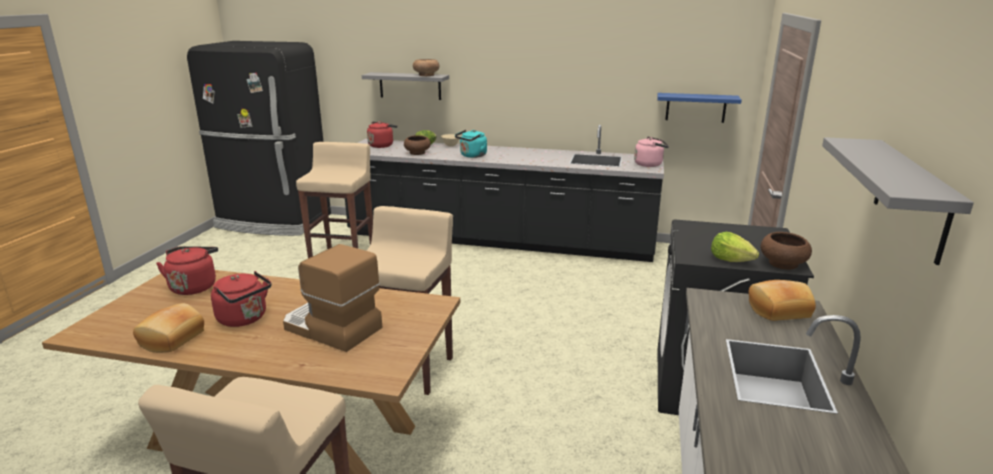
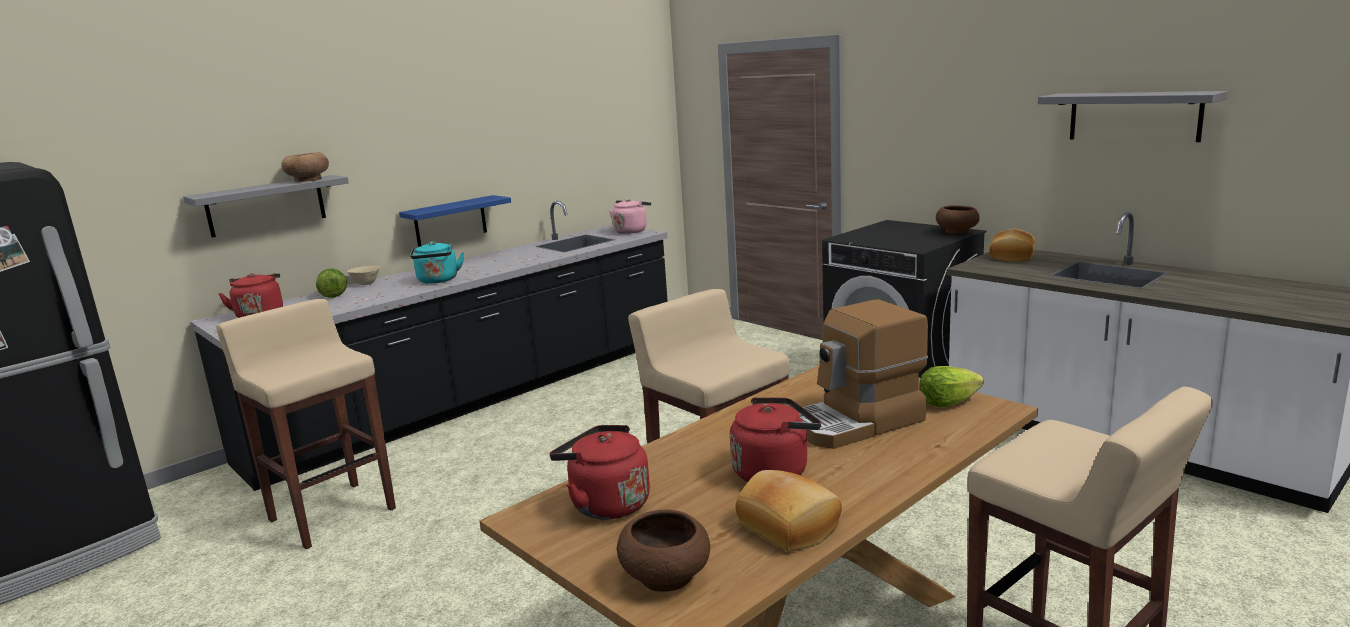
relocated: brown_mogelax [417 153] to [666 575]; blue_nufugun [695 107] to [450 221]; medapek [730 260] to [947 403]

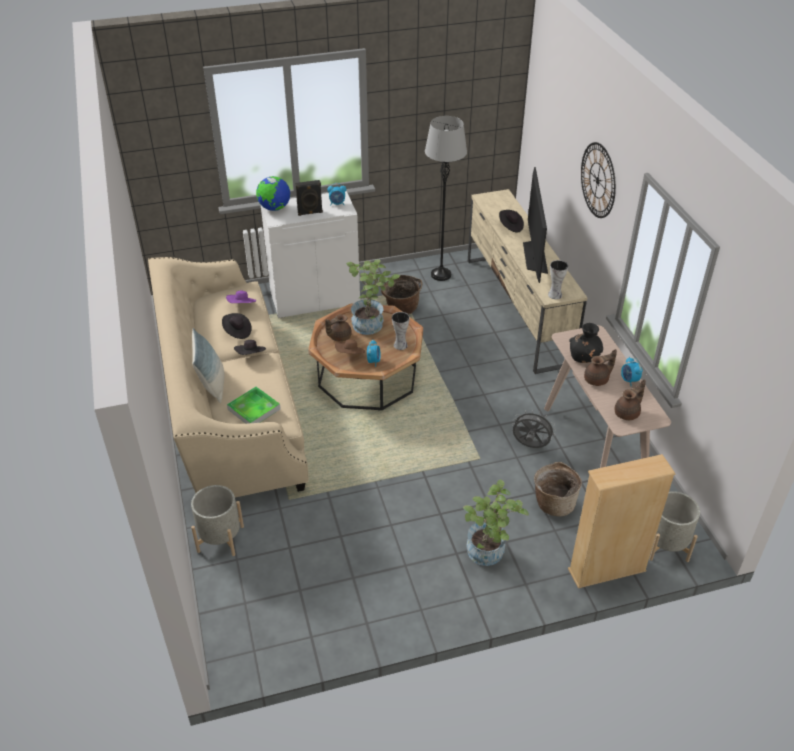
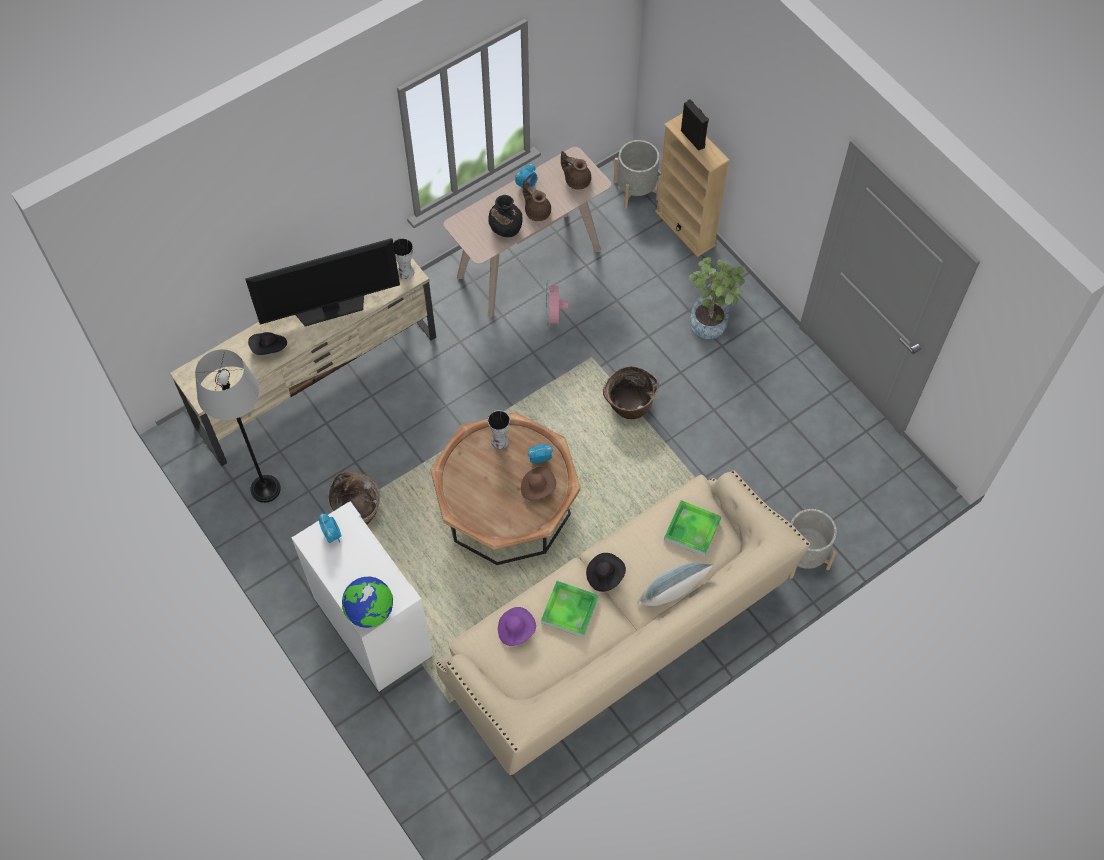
missing: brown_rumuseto [339 337]; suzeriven [372 323]; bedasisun [598 180]
relocated: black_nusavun [310 213] to [693 138]; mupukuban [553 503] to [628 406]
exchanged: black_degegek [237 332] to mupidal [570 610]
colour: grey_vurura [530 446] to pink_vurura [554 317]

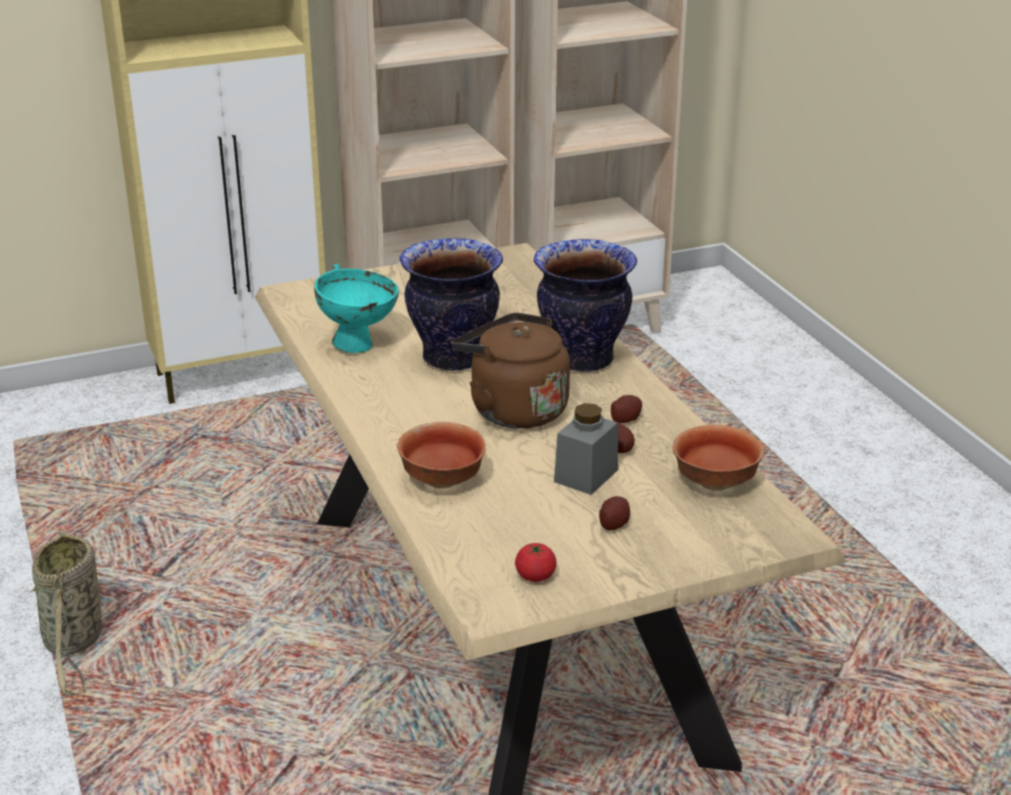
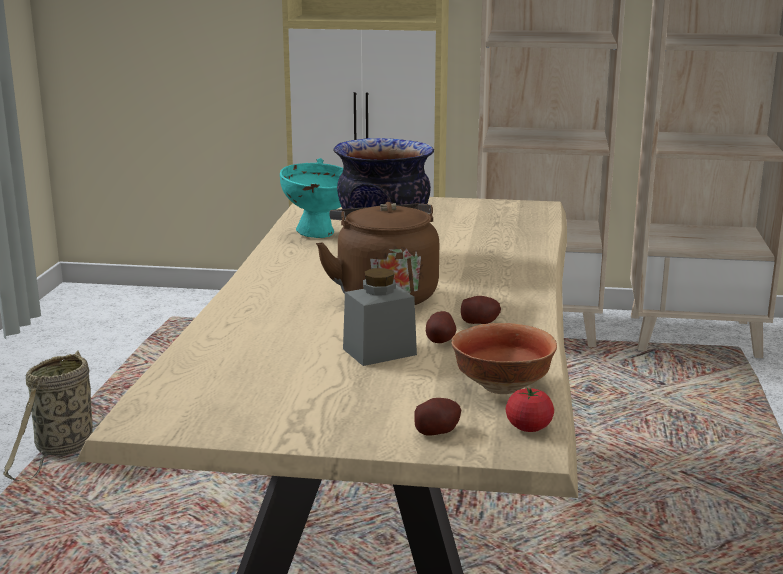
missing: mogelax [443 479]; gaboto [583 359]
relocated: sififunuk [535 576] to [528 427]; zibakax [614 523] to [437 430]

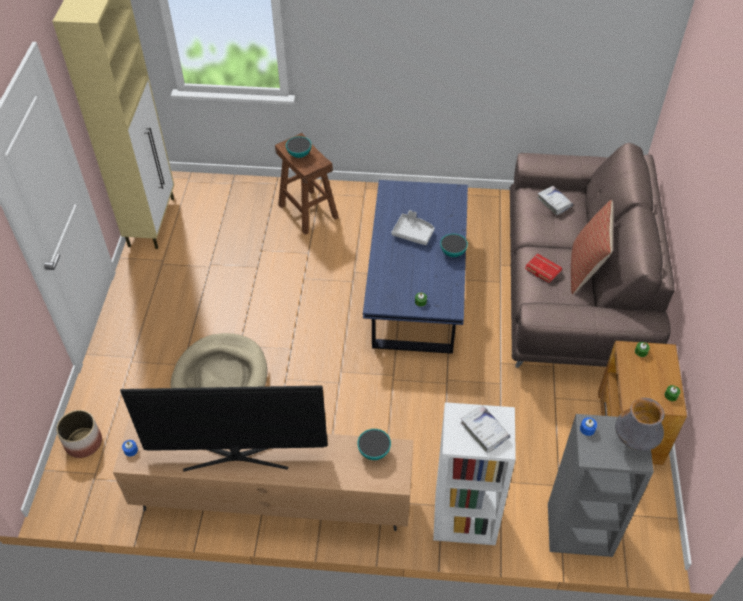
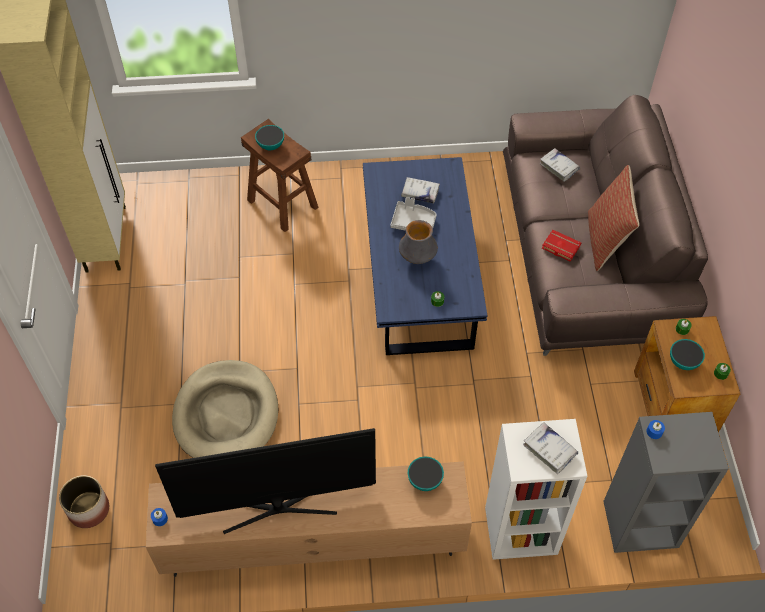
appeared: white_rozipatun [420 193]
relocated: mogelax [453 252] to [683 362]; gaboto [634 441] to [417 258]

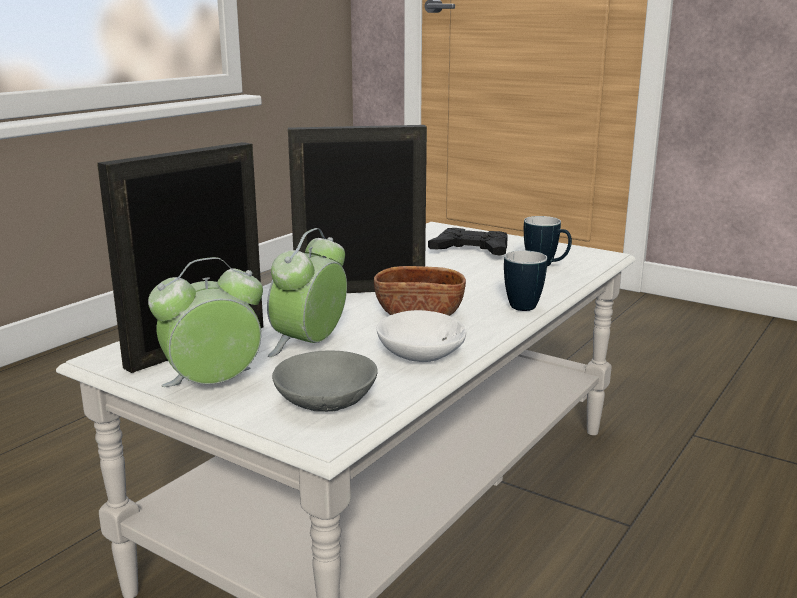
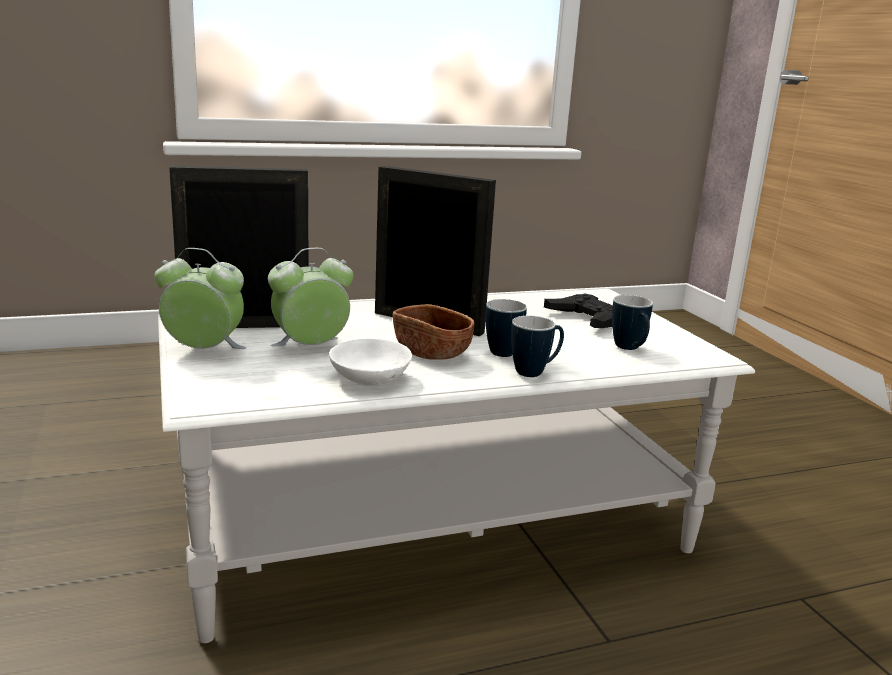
missing: grey_mogelax [326 399]
appeared: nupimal [501 350]

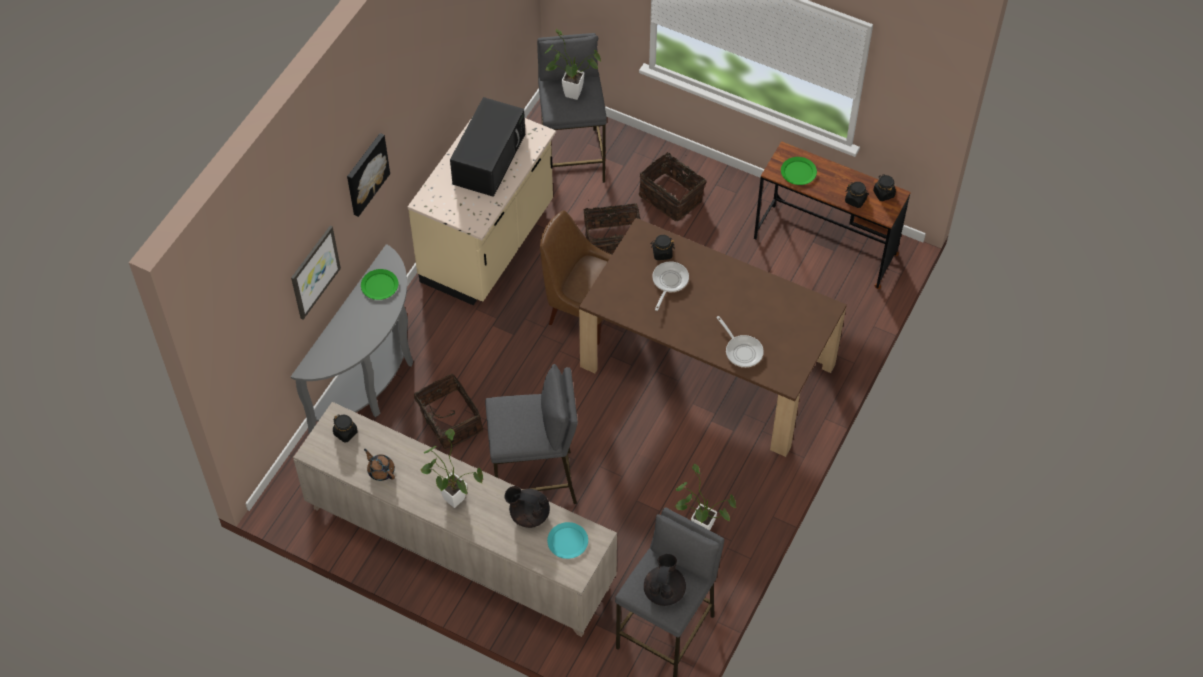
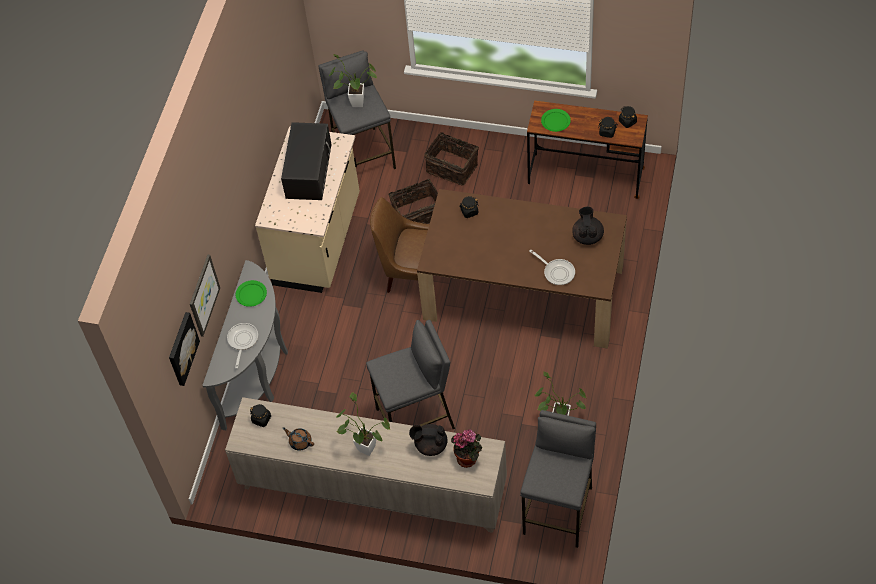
missing: mupukuban [449 422]
relocated: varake [366 173] to [181 348]; black_rumuseto [664 591] to [587 236]; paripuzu [669 282] to [242 341]
exchanged: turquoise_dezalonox [568 541] to suzeriven [468 458]

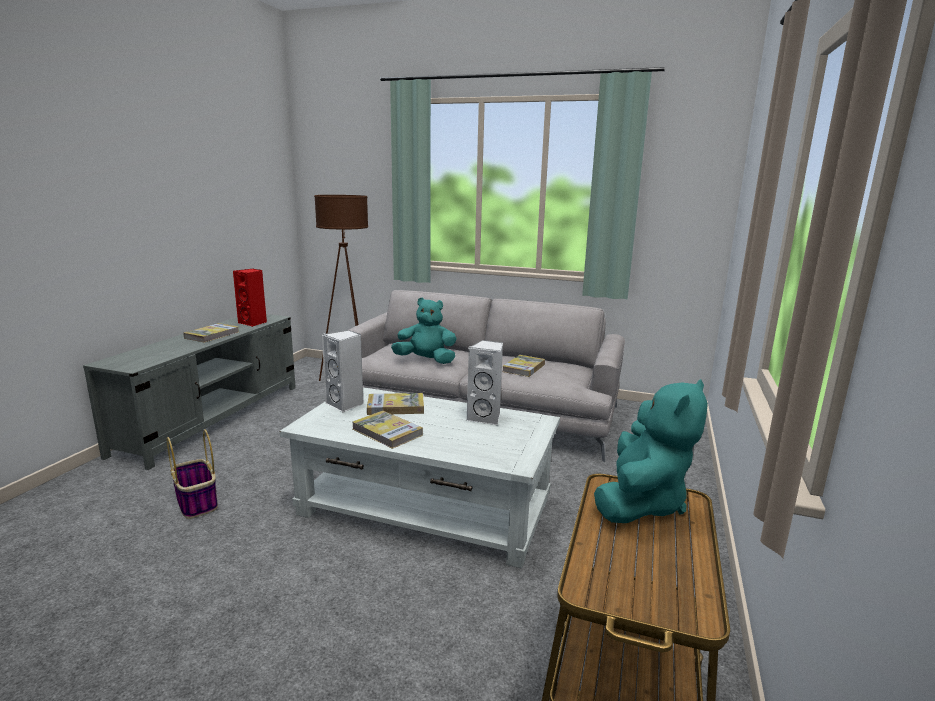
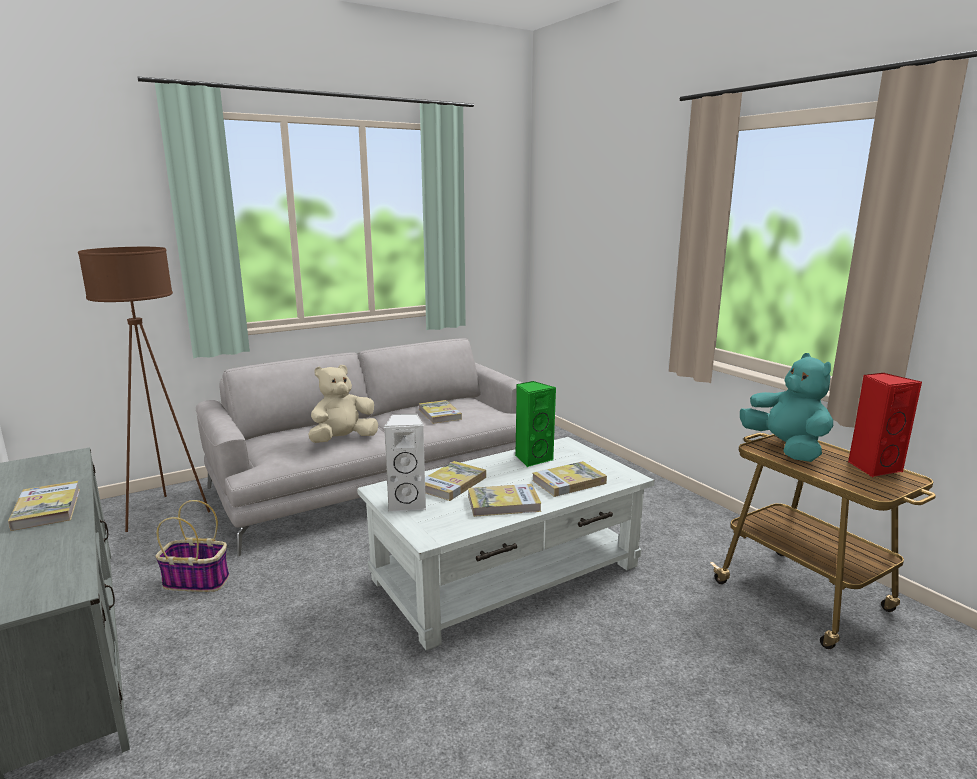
appeared: rozipatun [569 482]
relocated: mupukuban [197 502] to [198 581]; red_nusavun [253 323] to [873 467]
colour: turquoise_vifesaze [426 360] to beige_vifesaze [343 440]; white_nusavun [486 417] to green_nusavun [532 459]

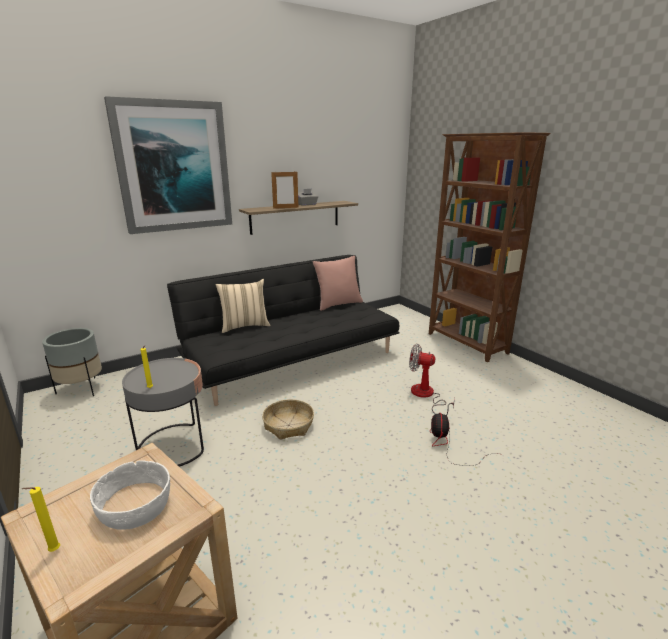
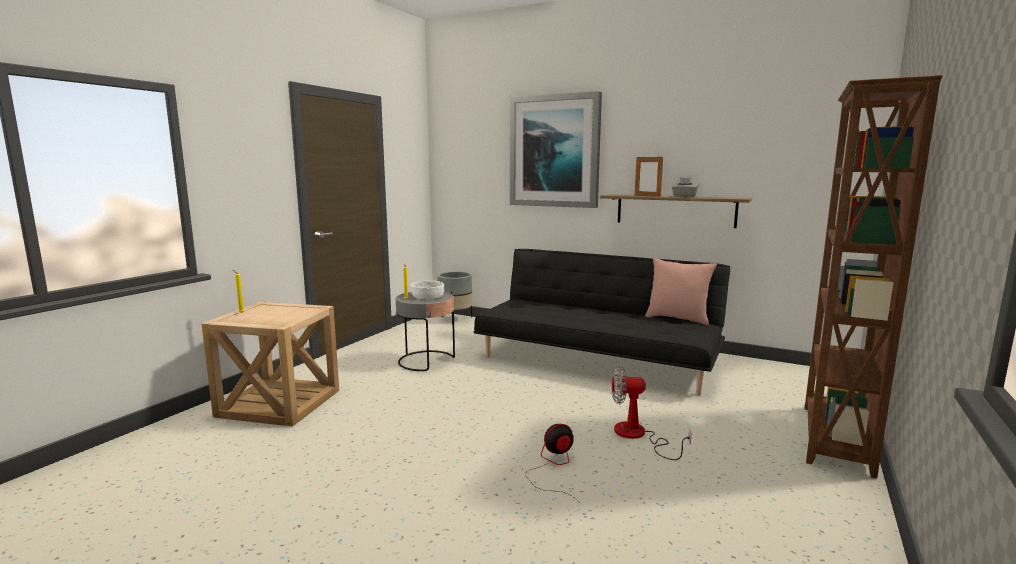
missing: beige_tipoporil [245 326]; mupukuban [288 425]
relocated: white_mogelax [136 506] to [427 296]
spun: vurura [426 396] = [638 436] 75 degrees counterclockwise

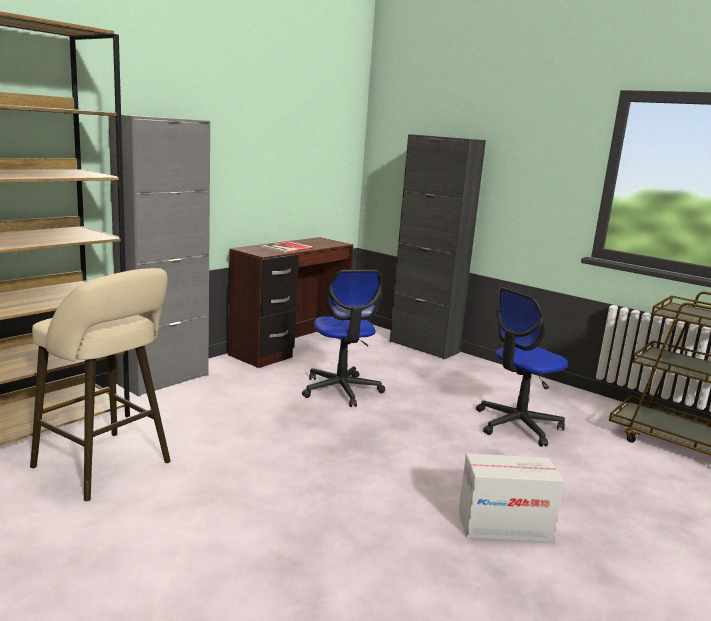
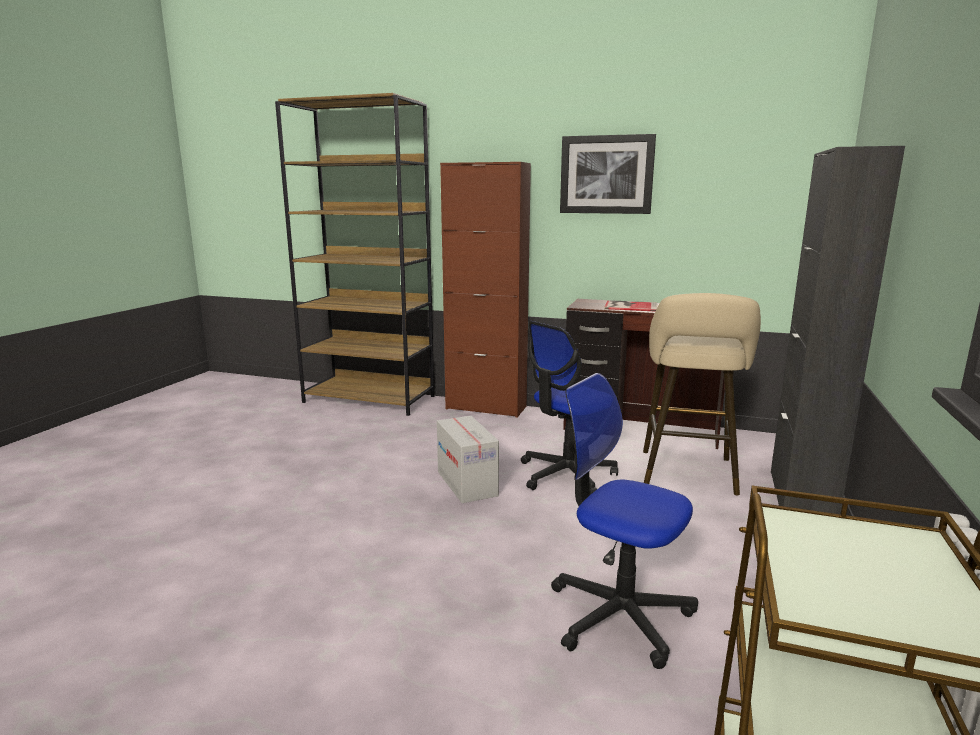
appeared: varake [606 175]
relocated: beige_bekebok [107 467] to [688 475]; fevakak [504 526] to [467 483]
colour: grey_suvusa [164 380] to brown_suvusa [486 407]

